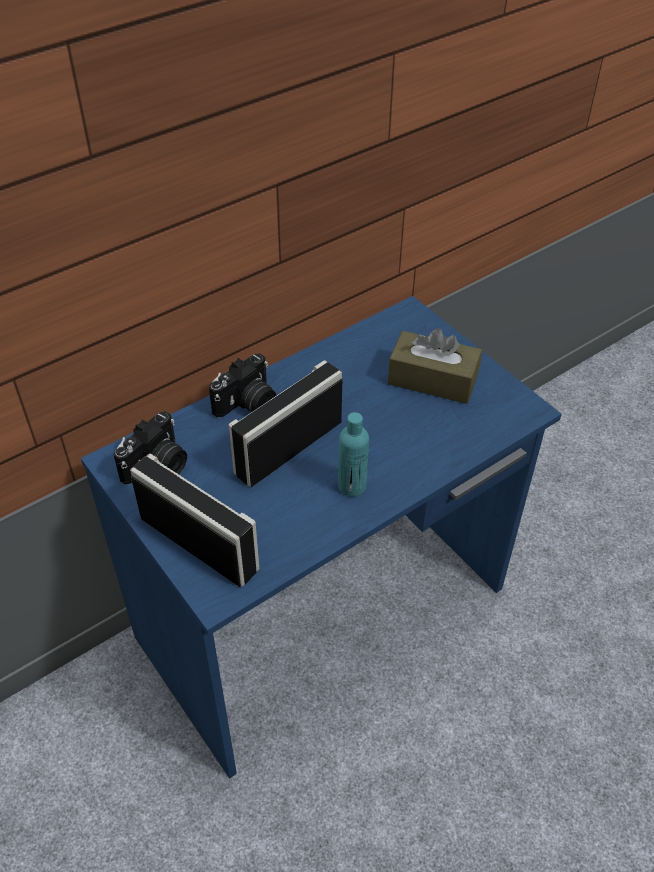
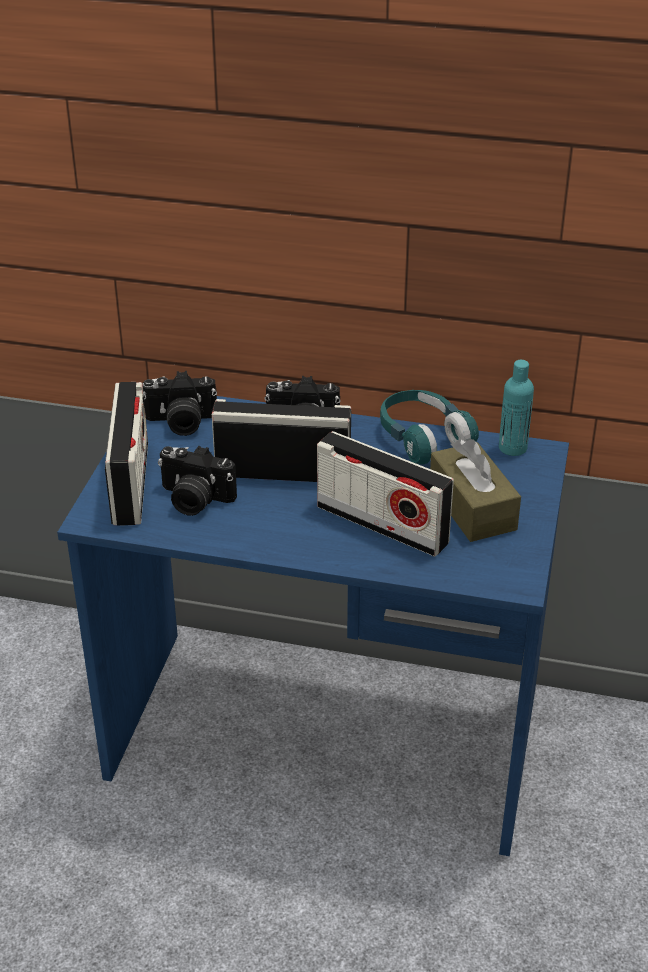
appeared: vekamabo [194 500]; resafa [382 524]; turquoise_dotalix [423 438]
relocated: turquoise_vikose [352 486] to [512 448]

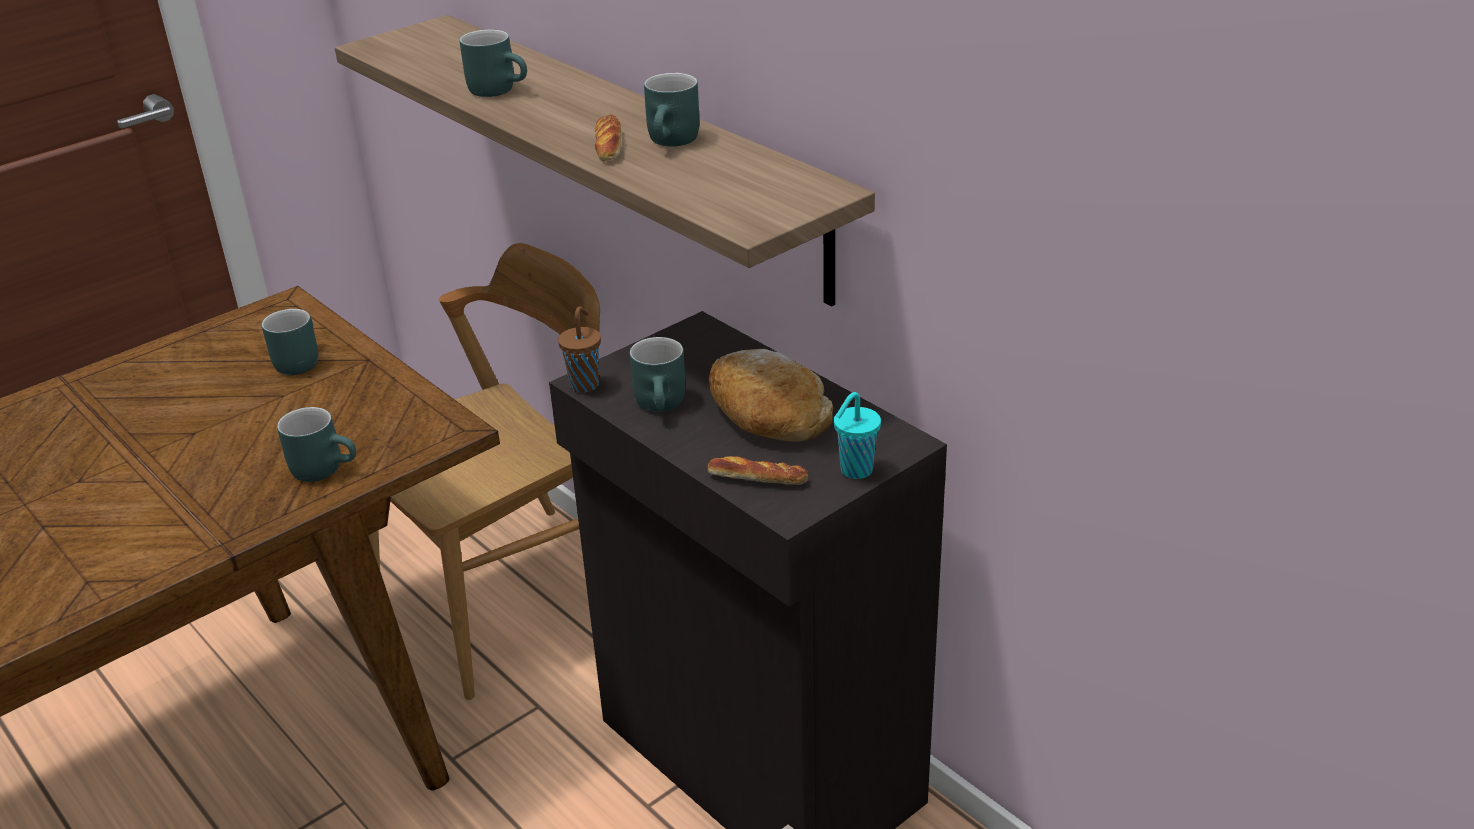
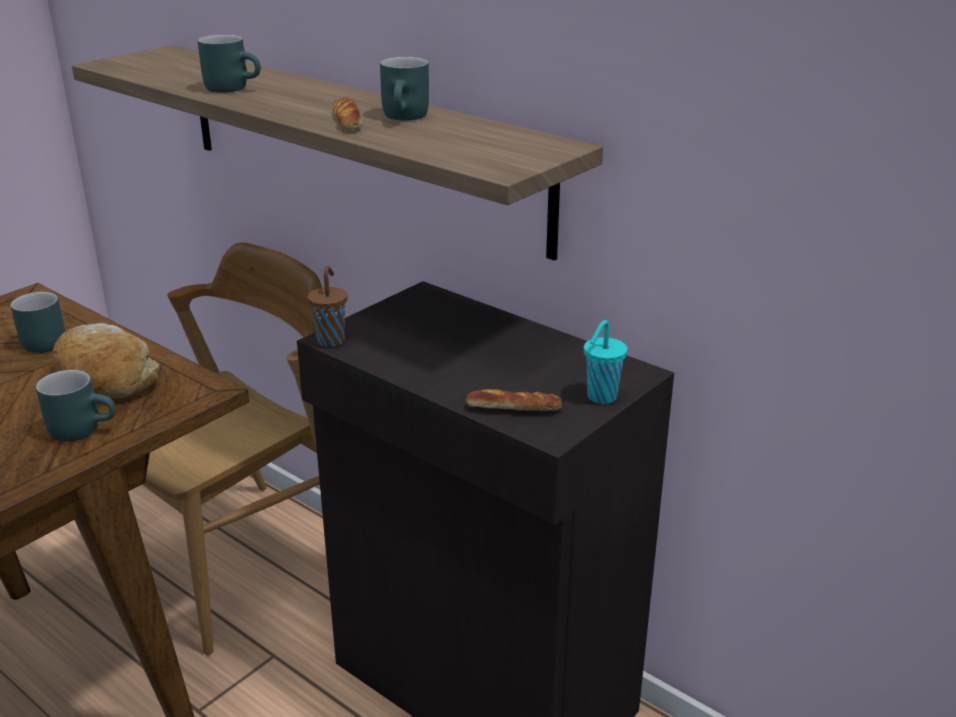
missing: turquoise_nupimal [664 405]
relocated: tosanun [767 413] to [105 378]

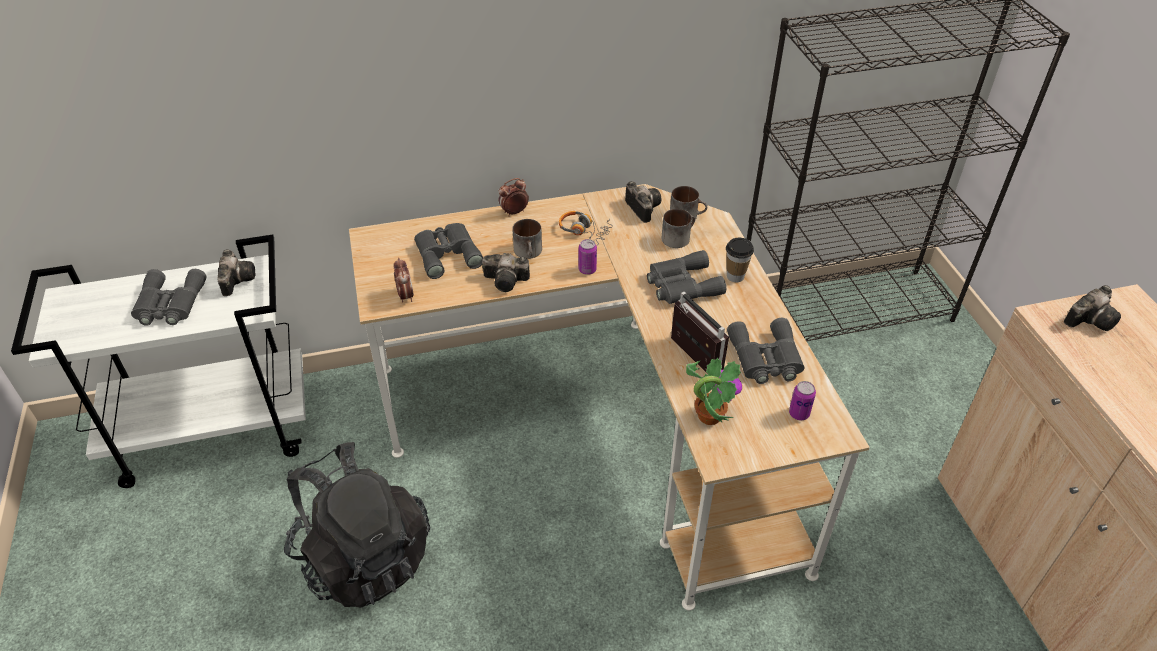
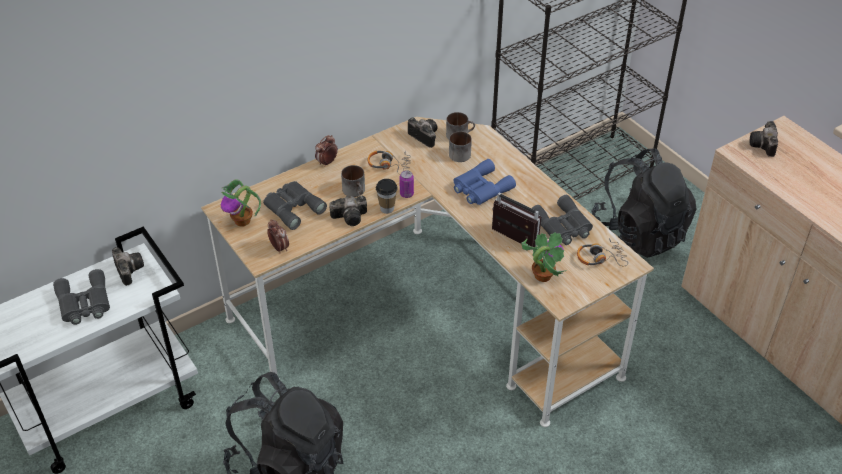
appeared: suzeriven [243 221]; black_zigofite [640 232]
relocated: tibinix [735 276] to [387 208]
exchanged: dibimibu [799 413] to dotalix [600 258]
colour: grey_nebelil [681 285] to blue_nebelil [480 188]
spun: vekamabo [1091 319] = [763 146] 150 degrees clockwise

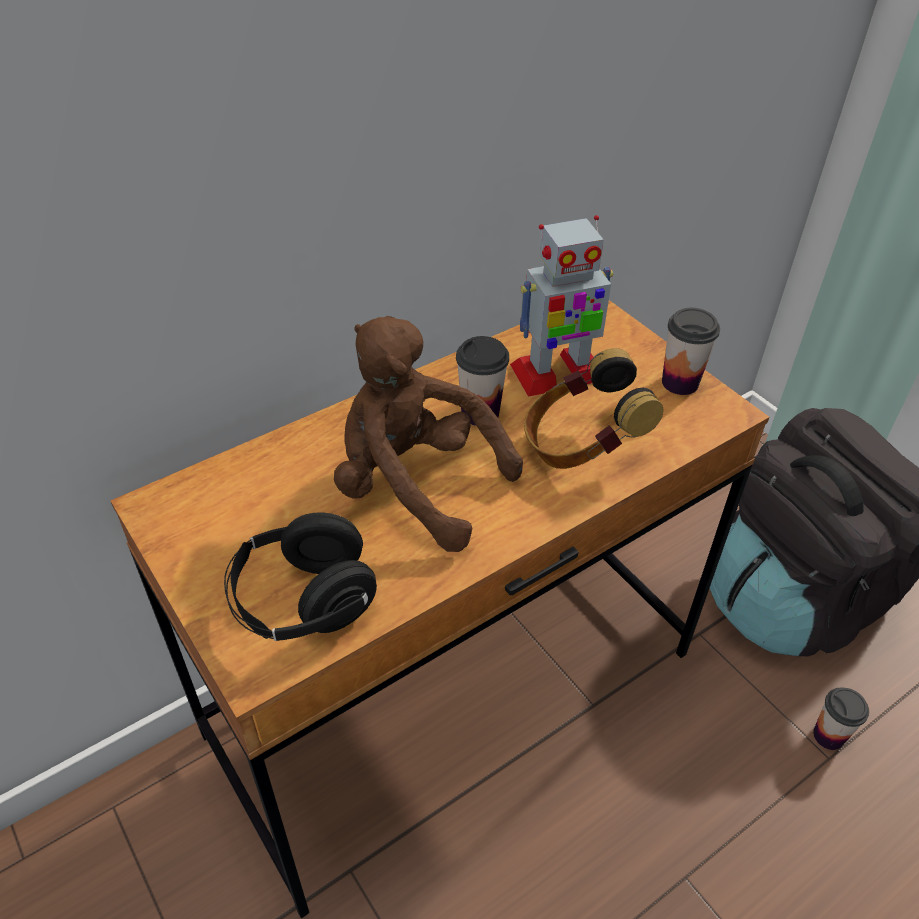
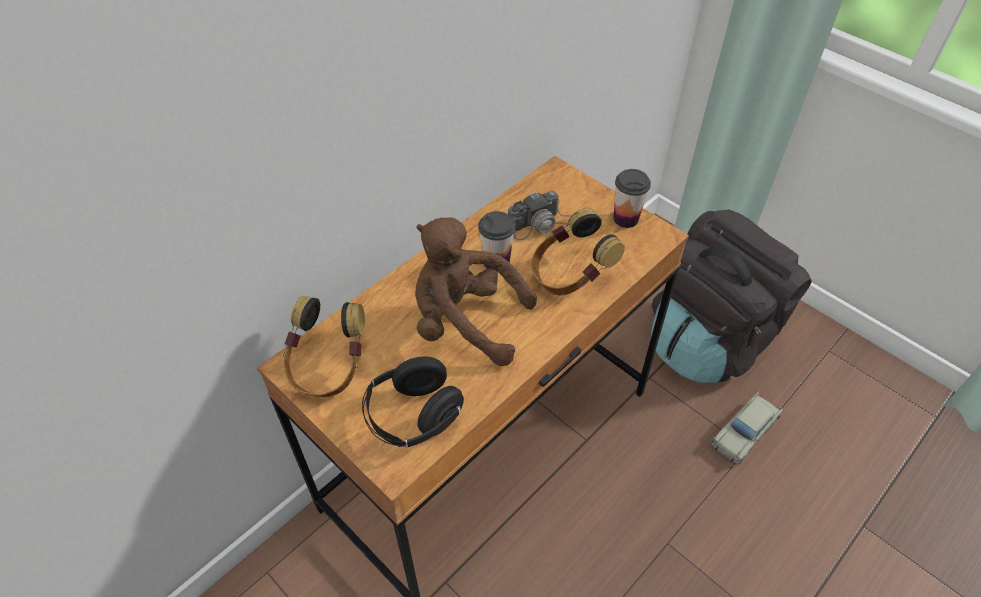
appeared: dotalix [328 368]
exchanged: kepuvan [557 373] to vekamabo [542 223]; tibinix [828 736] to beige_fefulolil [744 432]

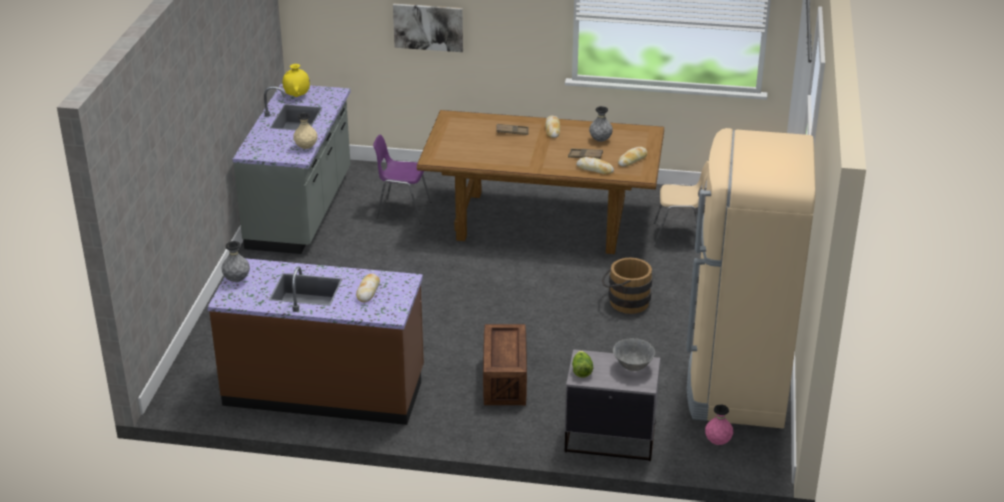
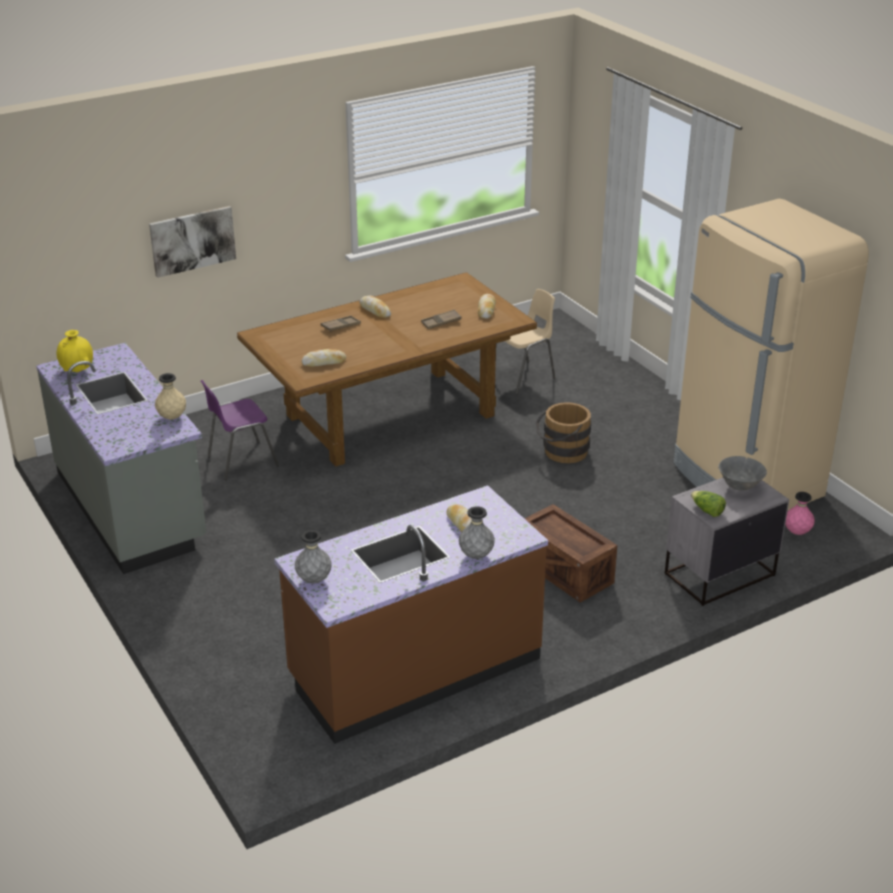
relocated: tosanun [595 169] to [324 362]; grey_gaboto [600 140] to [476 555]

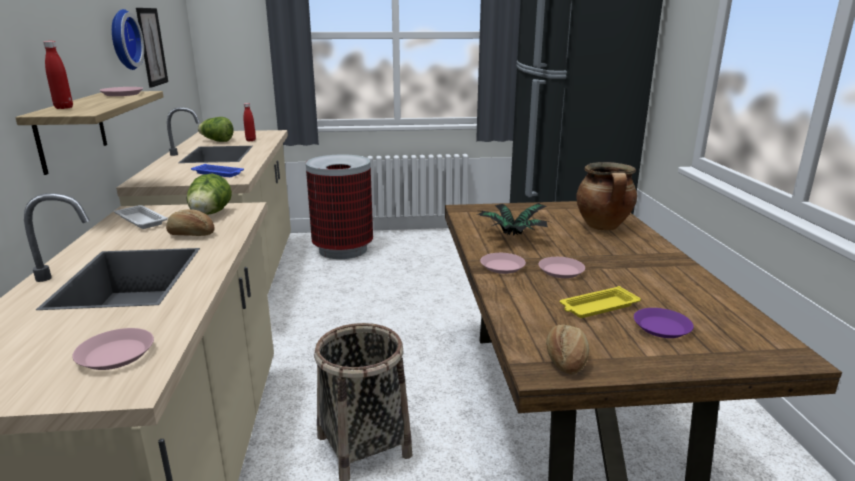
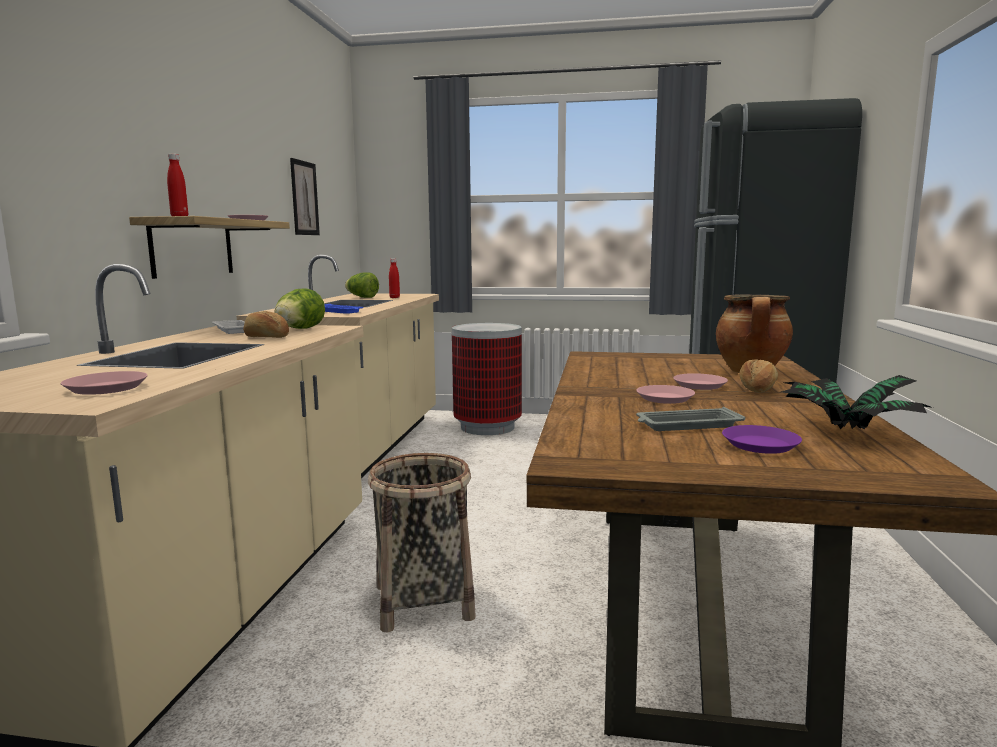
missing: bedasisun [122 40]
relocated: suzeriven [511 237] to [847 432]; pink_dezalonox [502 266] to [699 385]; tosanun [565 360] to [757 389]
colour: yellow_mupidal [597 307] to grey_mupidal [687 425]

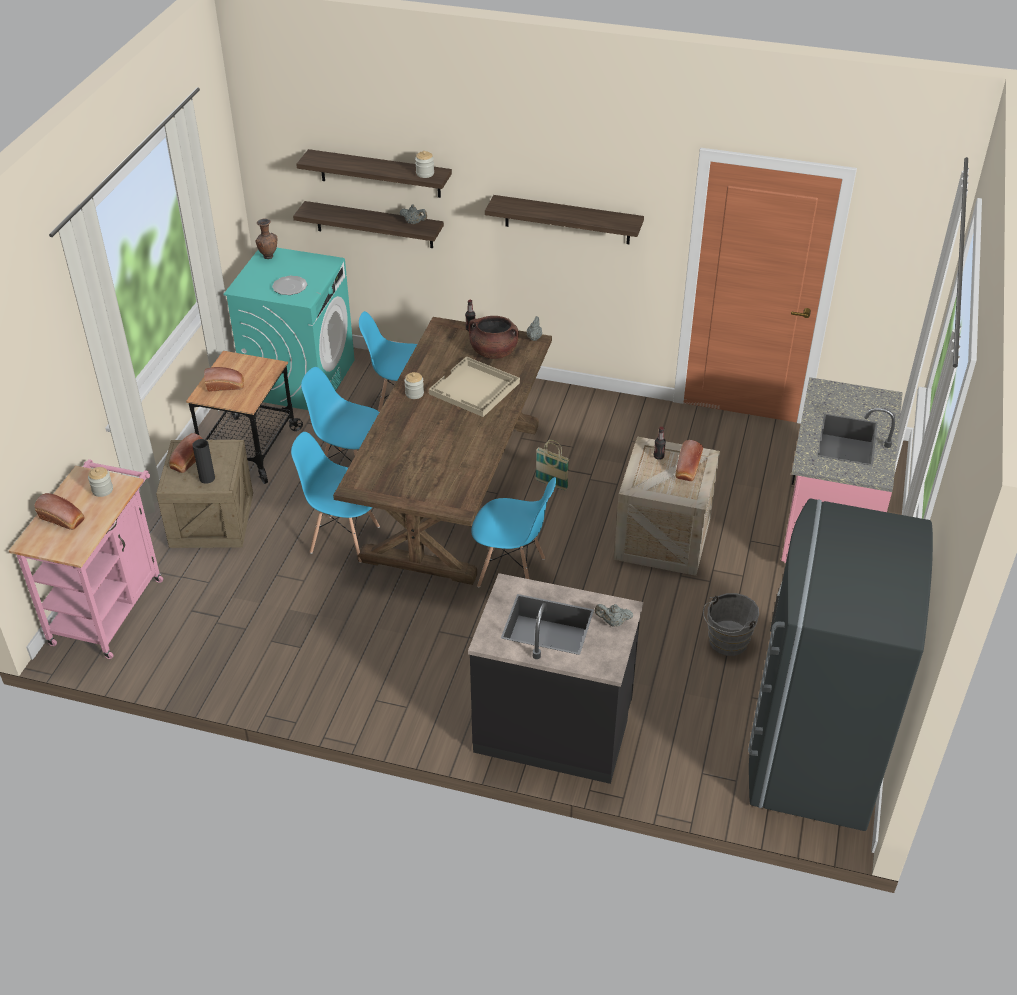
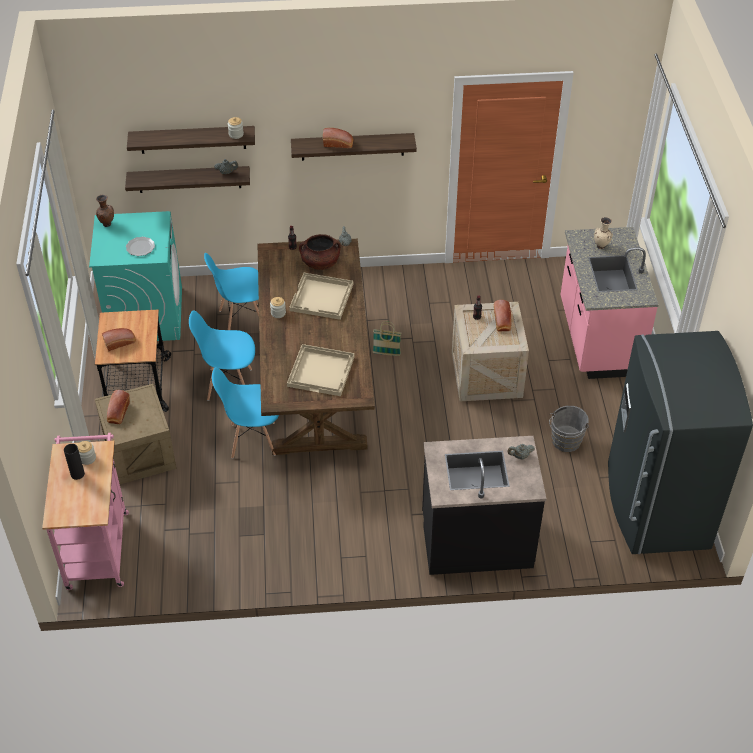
missing: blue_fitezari [512 573]
appeared: beige_mupidal [321 371]; beige_gaboto [601 246]
relocated: tosanun [63 519] to [339 144]; black_gaboto [207 478] to [77 474]

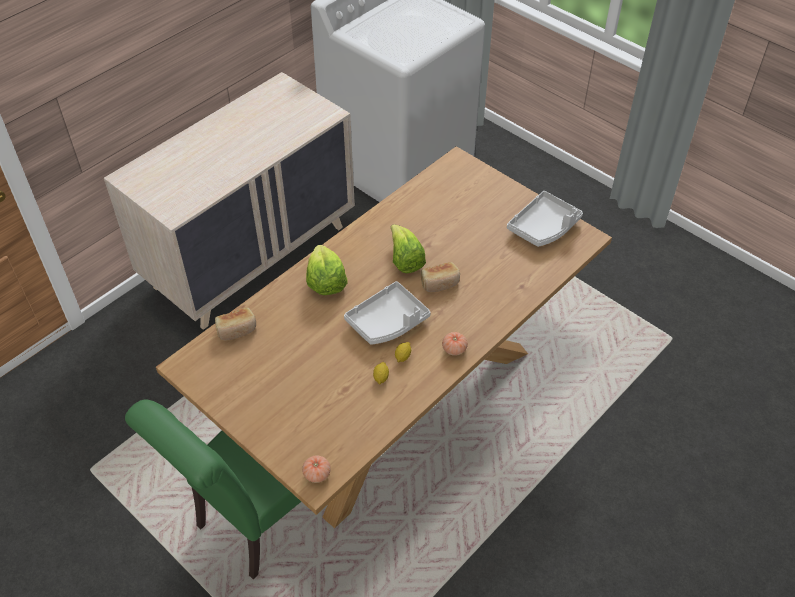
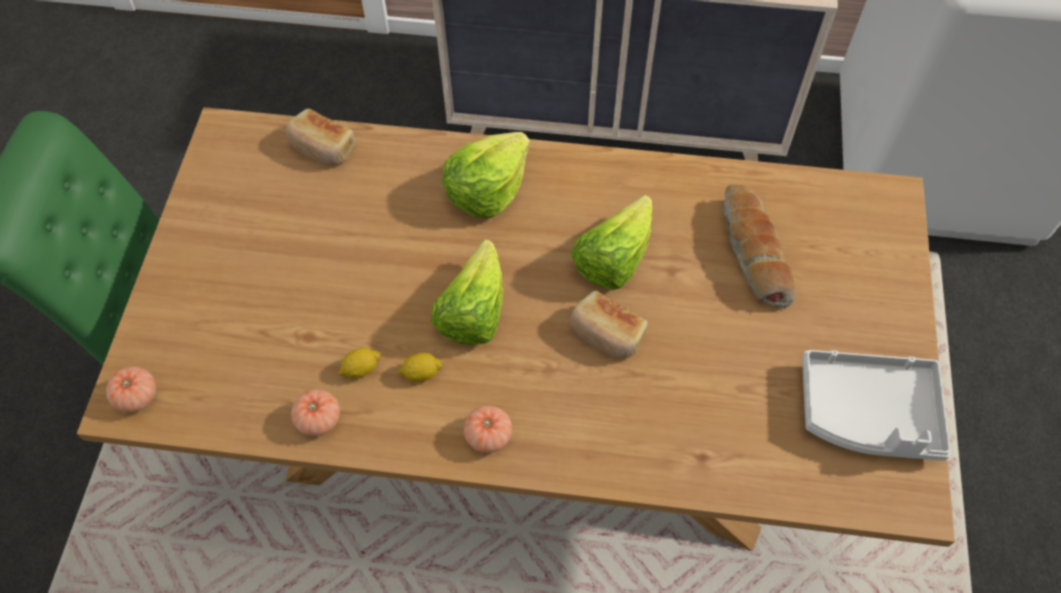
appeared: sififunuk [318 419]; tosanun [752 253]
exchanged: grey_mupidal [388 322] to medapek [473 312]

